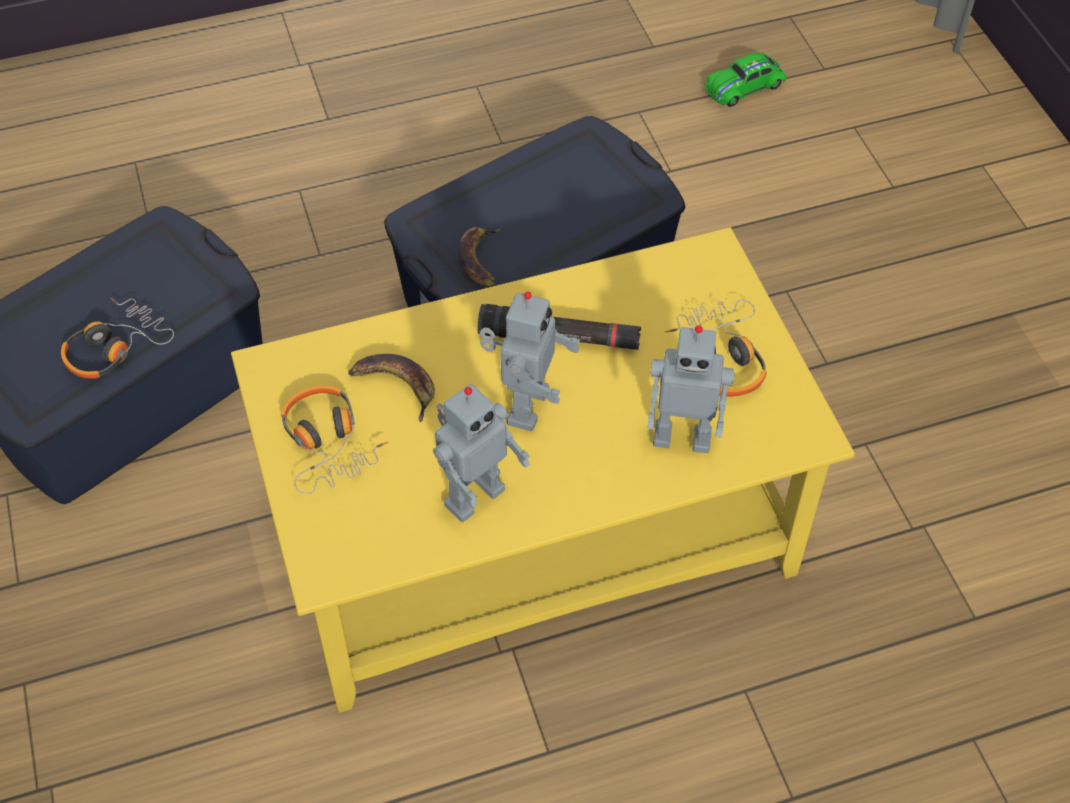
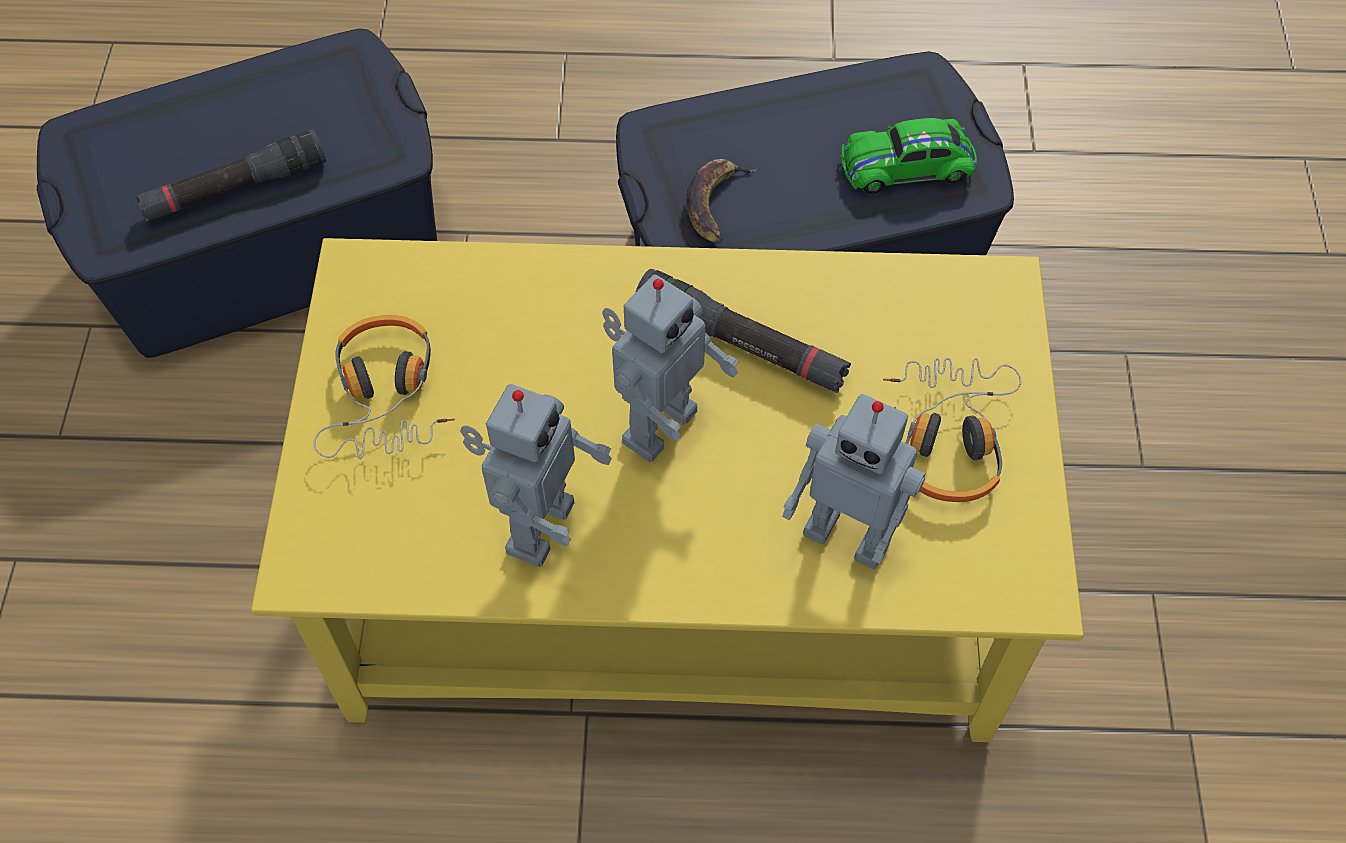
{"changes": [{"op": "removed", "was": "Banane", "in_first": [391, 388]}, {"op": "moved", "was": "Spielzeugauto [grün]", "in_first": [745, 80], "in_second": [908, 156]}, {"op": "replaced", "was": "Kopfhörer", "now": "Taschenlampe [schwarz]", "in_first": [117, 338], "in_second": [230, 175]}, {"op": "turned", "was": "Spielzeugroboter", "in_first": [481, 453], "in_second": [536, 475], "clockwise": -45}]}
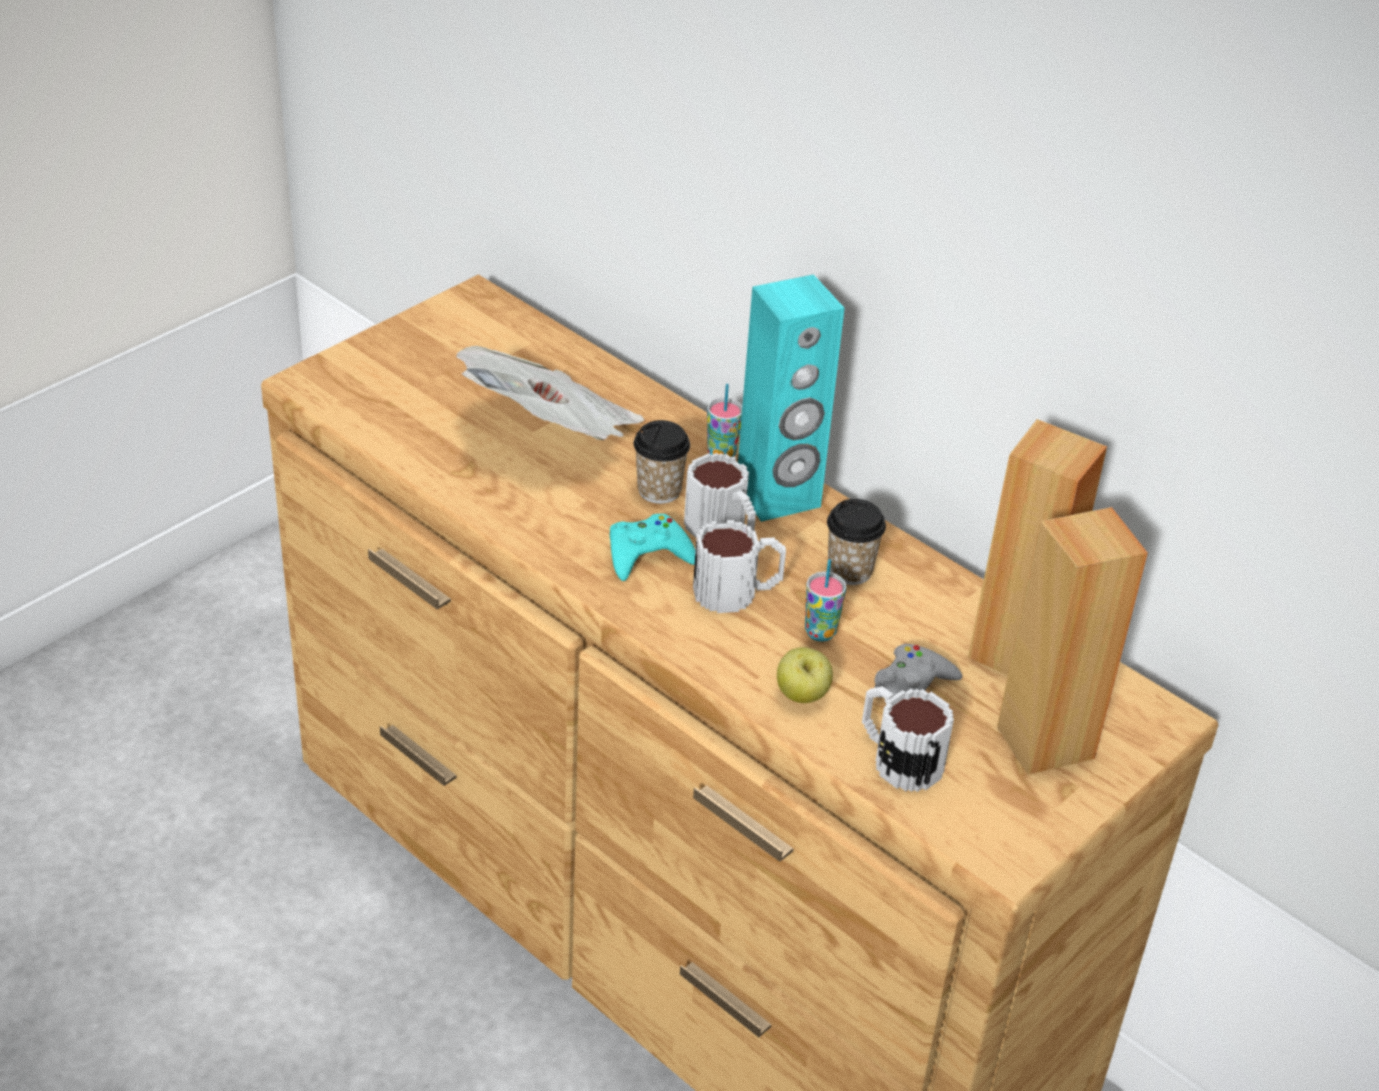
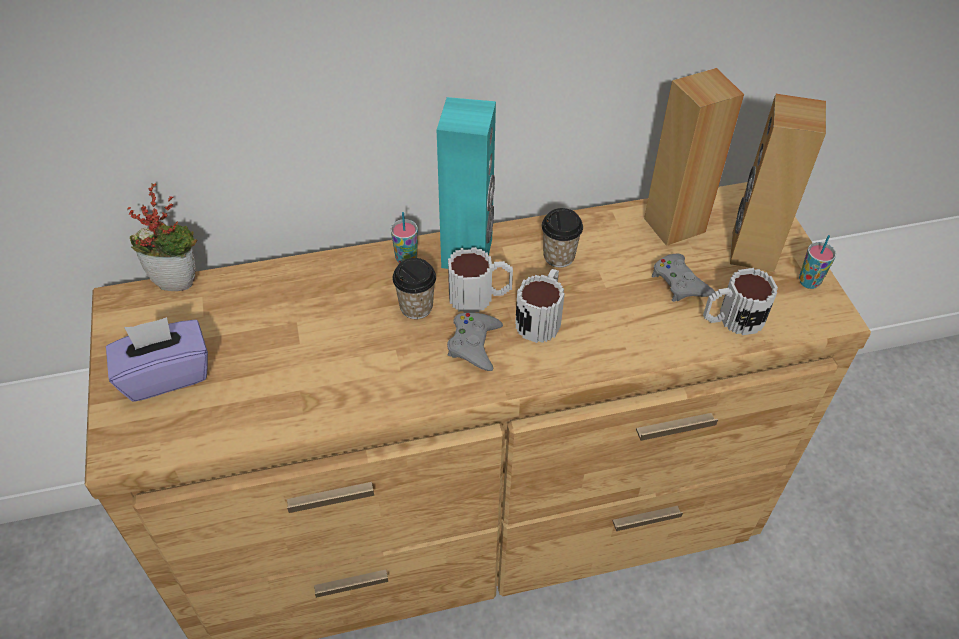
{"changes": [{"op": "removed", "was": "Zeitung", "in_first": [550, 393]}, {"op": "removed", "was": "Apfel", "in_first": [805, 675]}, {"op": "added", "now": "Taschentuchbox [lila]", "in_second": [157, 359]}, {"op": "added", "now": "Topfpflanze", "in_second": [162, 237]}, {"op": "moved", "was": "Tasse", "in_first": [825, 600], "in_second": [817, 262]}, {"op": "recoloured", "was": "Gamepad [türkis]", "now": "Gamepad [grau]", "in_first": [652, 547], "in_second": [475, 342]}]}
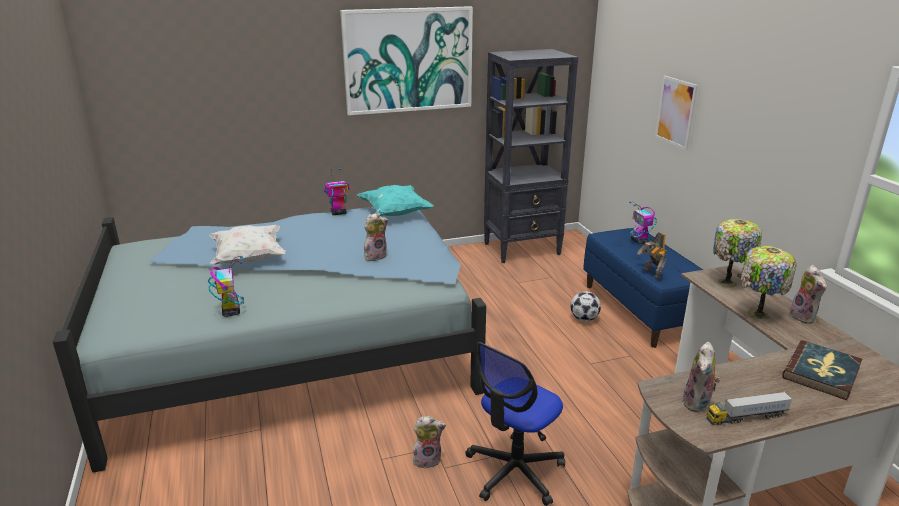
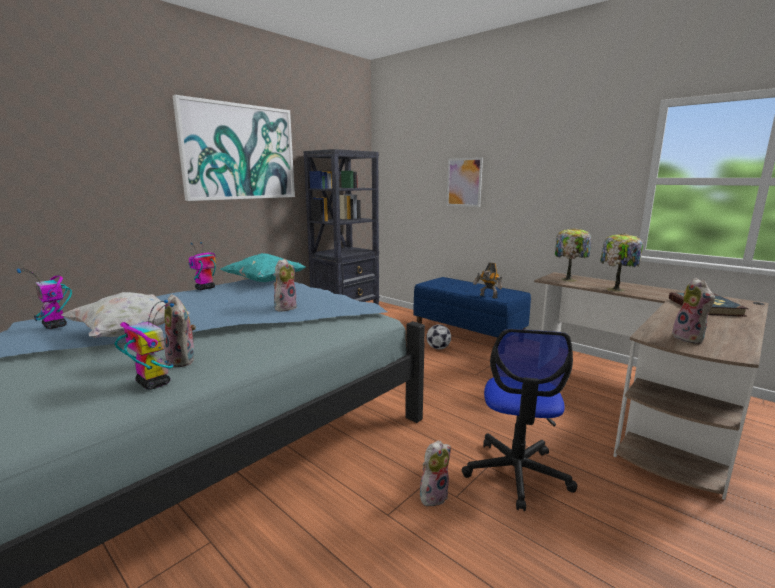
{"changes": [{"op": "removed", "was": "Spielzeuglaster", "in_first": [750, 408]}, {"op": "moved", "was": "Spielzeugroboter", "in_first": [643, 222], "in_second": [44, 298]}, {"op": "moved", "was": "Plüschtier", "in_first": [808, 294], "in_second": [180, 330]}]}
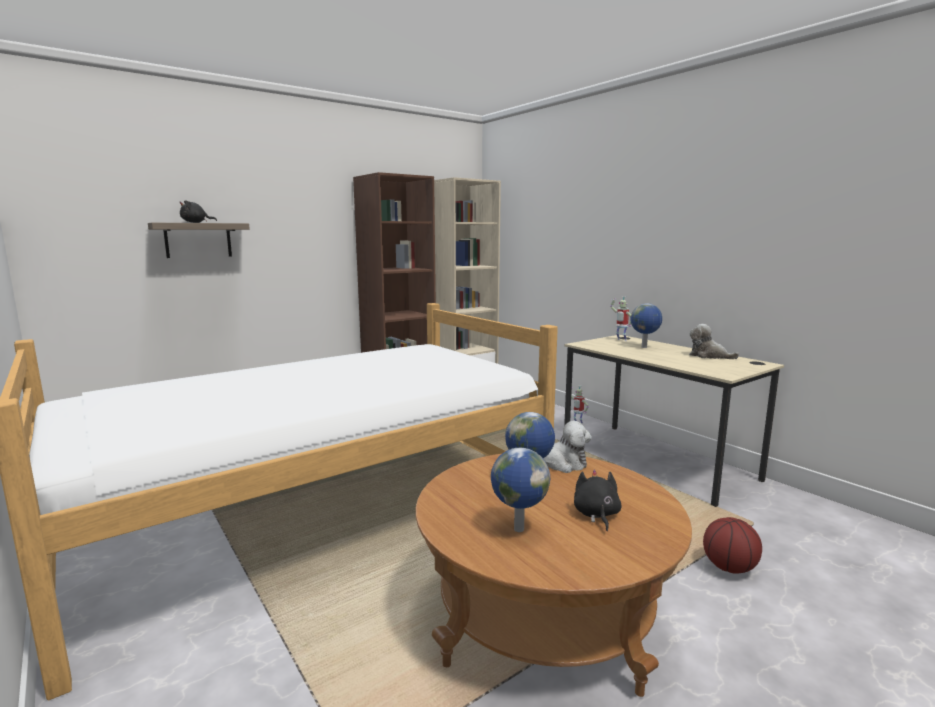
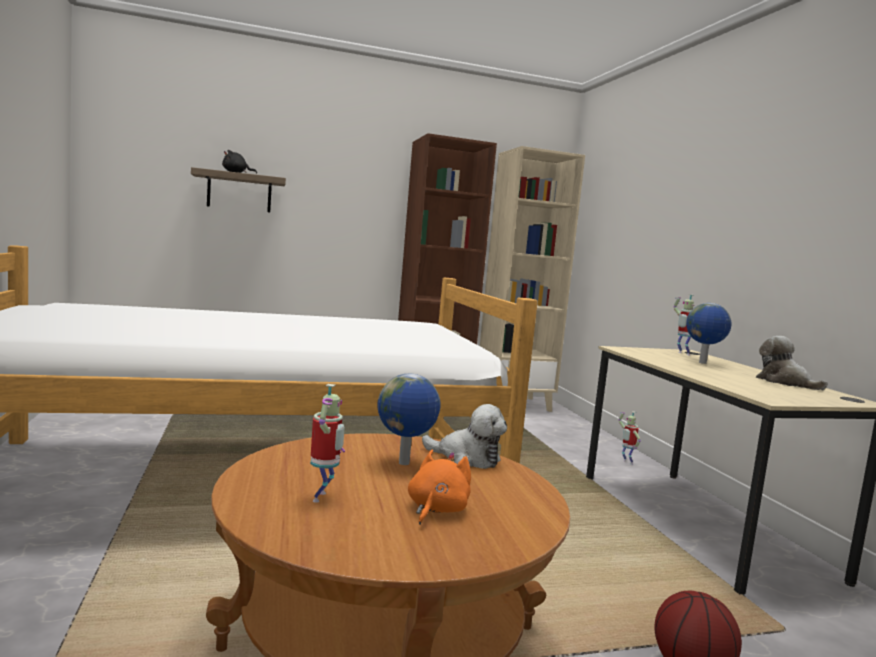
{"changes": [{"op": "replaced", "was": "Globus", "now": "Spielzeugroboter", "in_first": [520, 490], "in_second": [327, 443]}, {"op": "recoloured", "was": "Plüschtier [schwarz]", "now": "Plüschtier [orange]", "in_first": [598, 500], "in_second": [439, 487]}]}
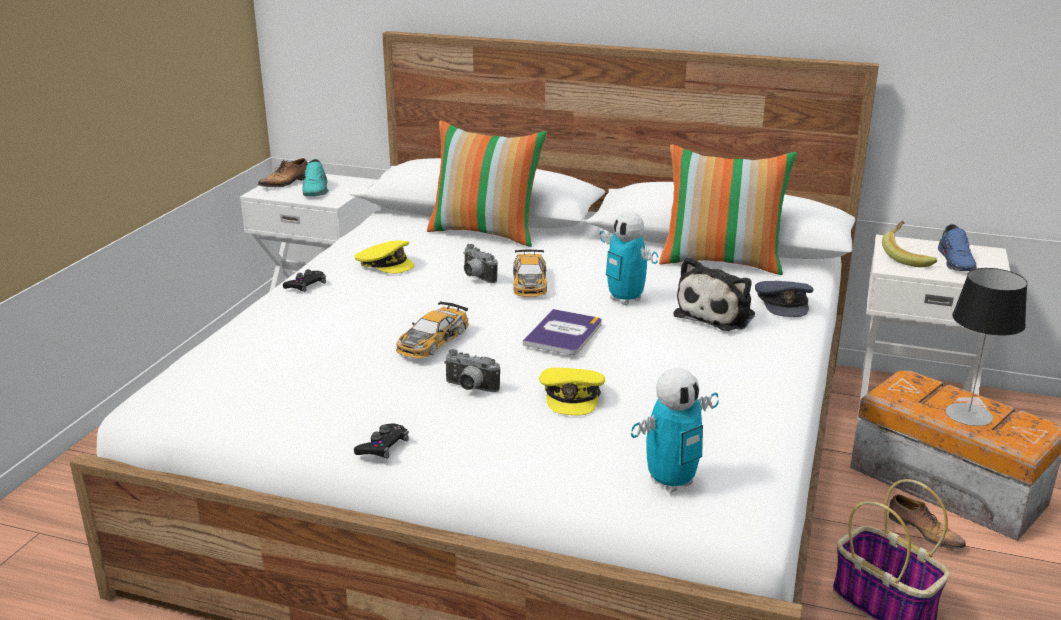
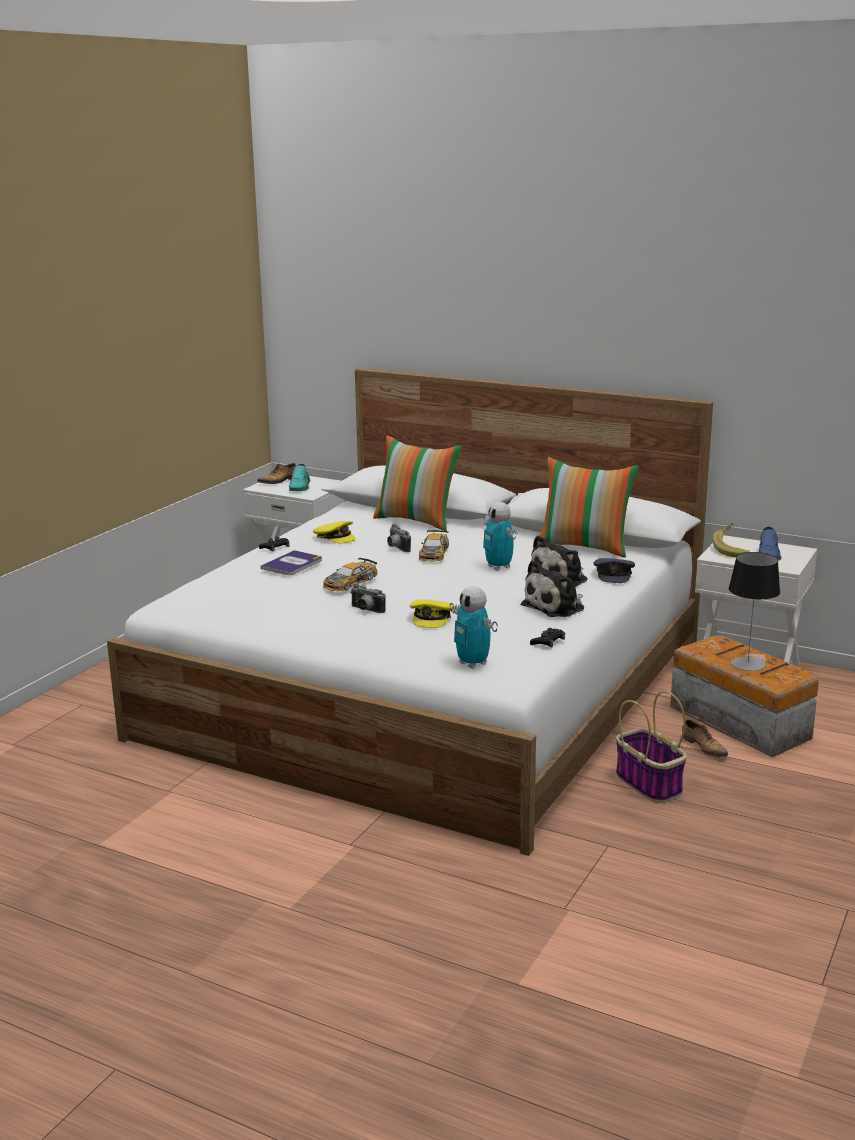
{"changes": [{"op": "added", "now": "Plüschtier", "in_second": [552, 588]}, {"op": "moved", "was": "Gamepad [schwarz]", "in_first": [381, 441], "in_second": [547, 637]}, {"op": "moved", "was": "Buch", "in_first": [562, 332], "in_second": [291, 562]}, {"op": "turned", "was": "Spielzeugroboter", "in_first": [675, 430], "in_second": [474, 627], "clockwise": 75}]}
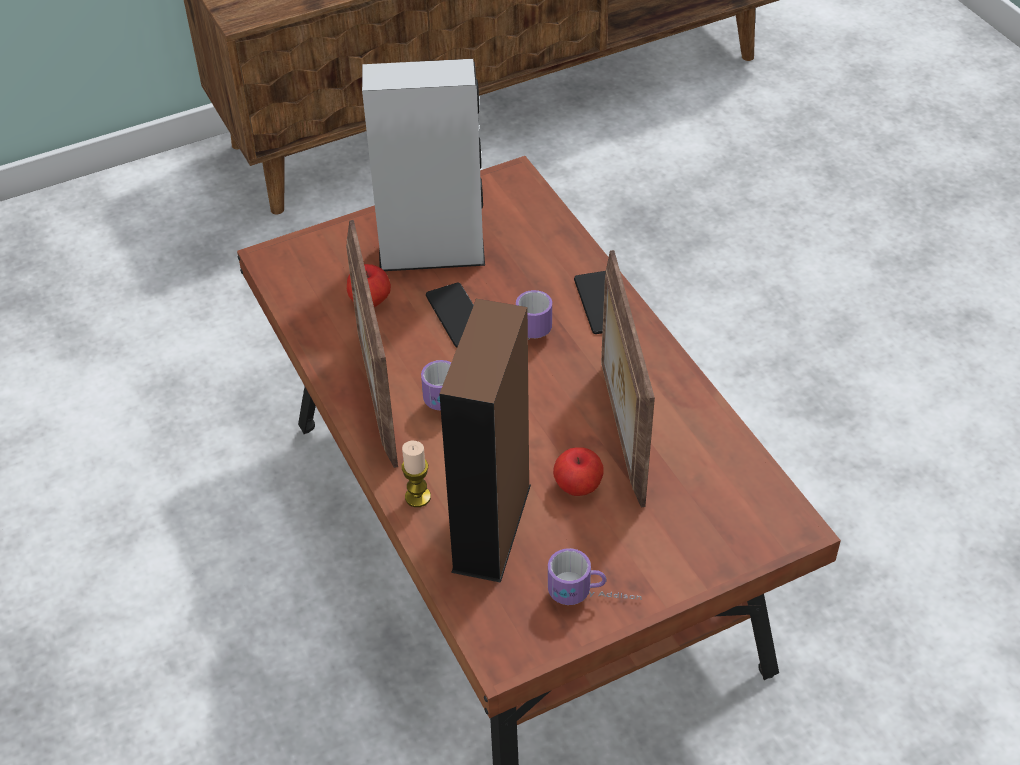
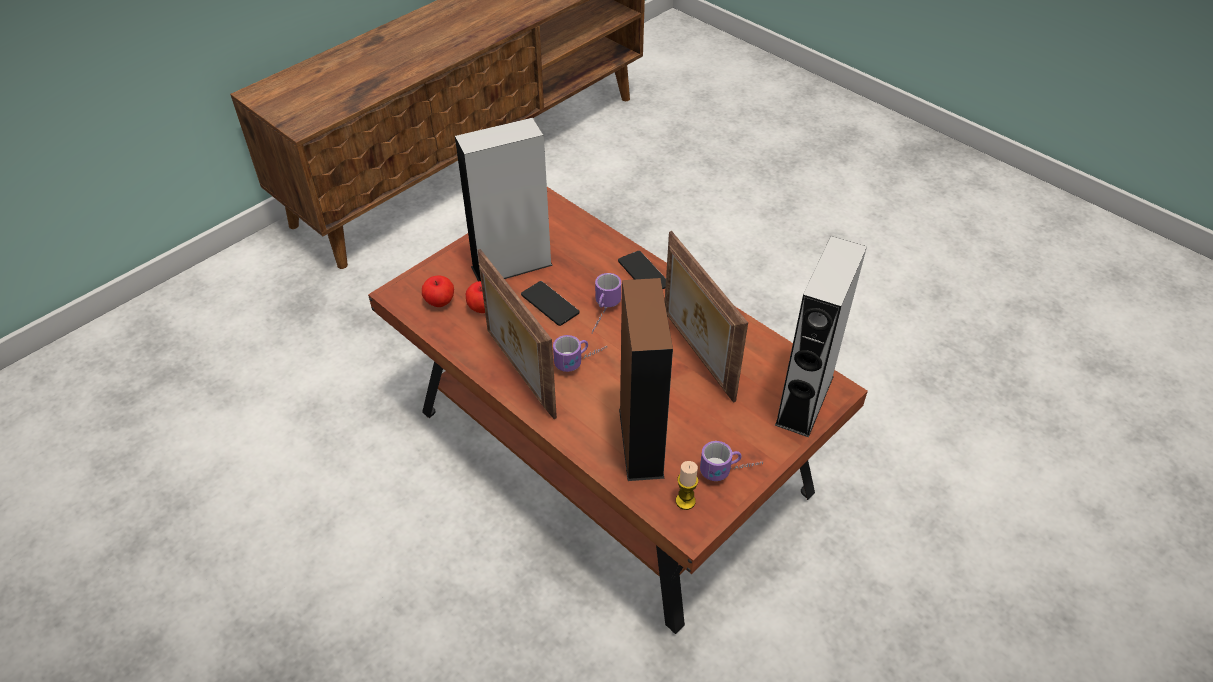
{"changes": [{"op": "added", "now": "Lautsprecher [grau]", "in_second": [821, 336]}, {"op": "moved", "was": "Kerze", "in_first": [416, 474], "in_second": [687, 485]}, {"op": "moved", "was": "Apfel", "in_first": [578, 471], "in_second": [438, 291]}]}
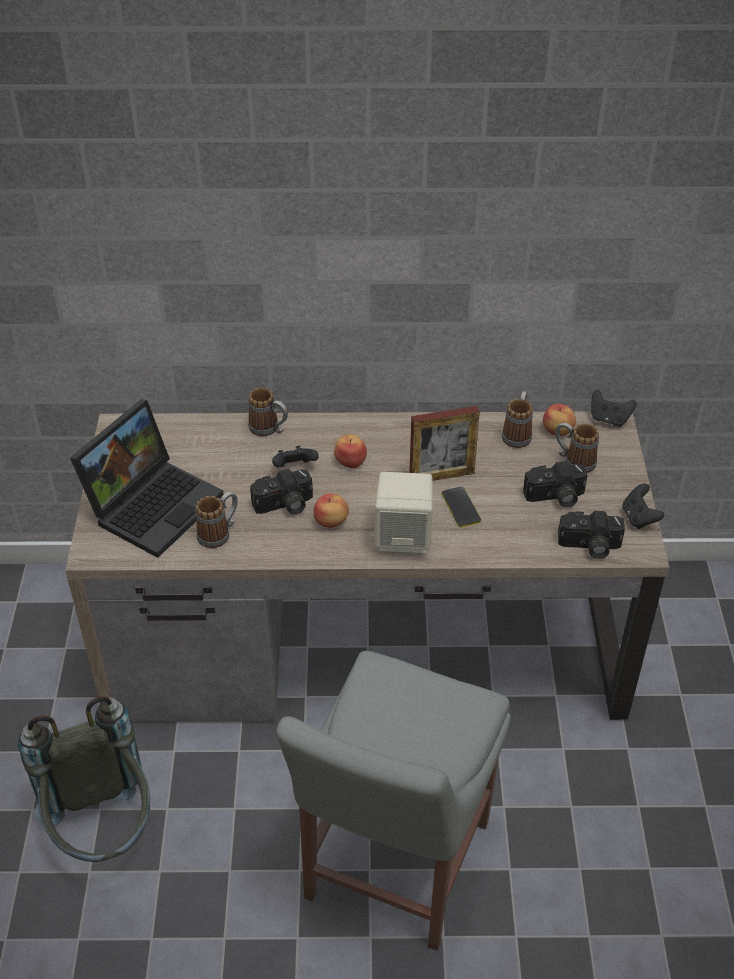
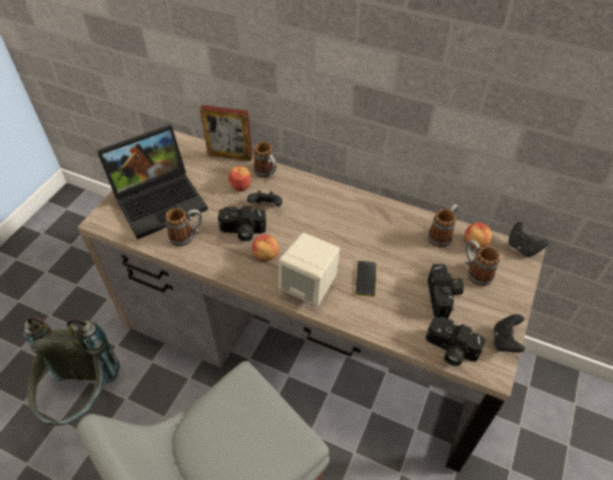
{"changes": [{"op": "moved", "was": "Apfel", "in_first": [350, 451], "in_second": [239, 179]}, {"op": "moved", "was": "Bilderrahmen", "in_first": [444, 443], "in_second": [226, 133]}, {"op": "turned", "was": "Kamera", "in_first": [555, 484], "in_second": [446, 291], "clockwise": -105}]}
